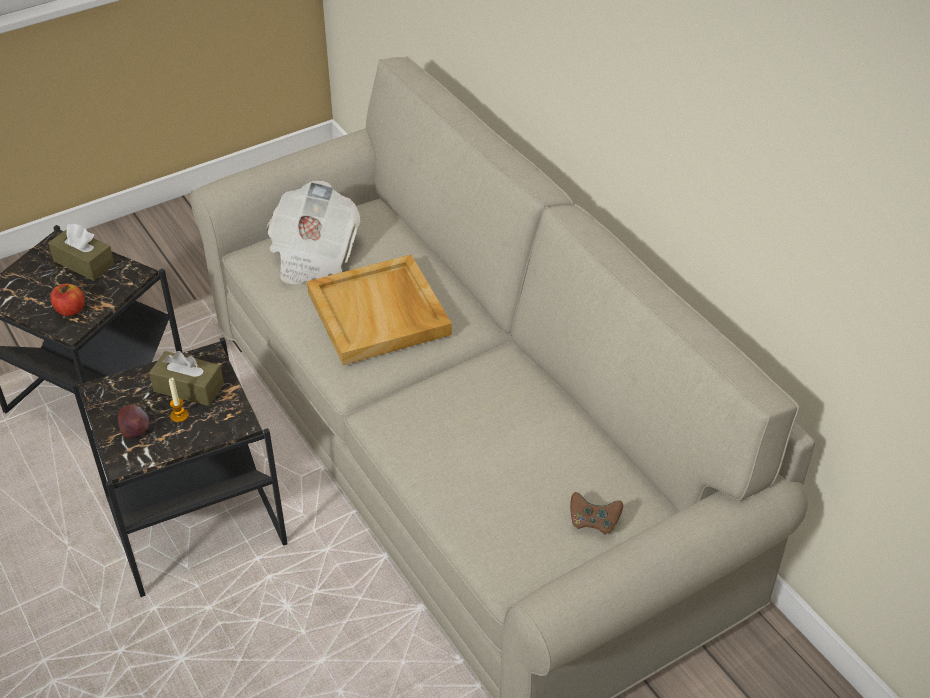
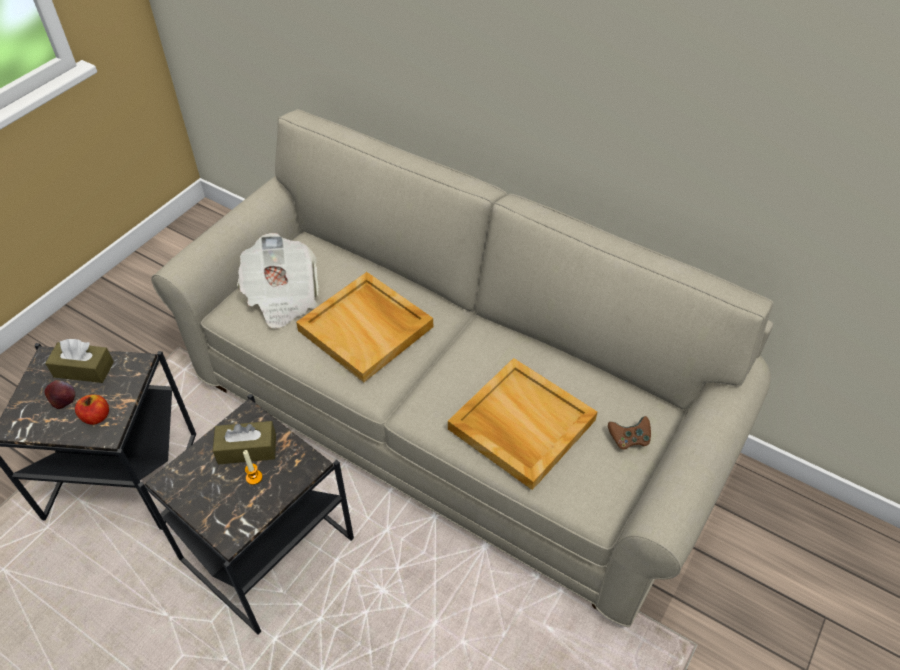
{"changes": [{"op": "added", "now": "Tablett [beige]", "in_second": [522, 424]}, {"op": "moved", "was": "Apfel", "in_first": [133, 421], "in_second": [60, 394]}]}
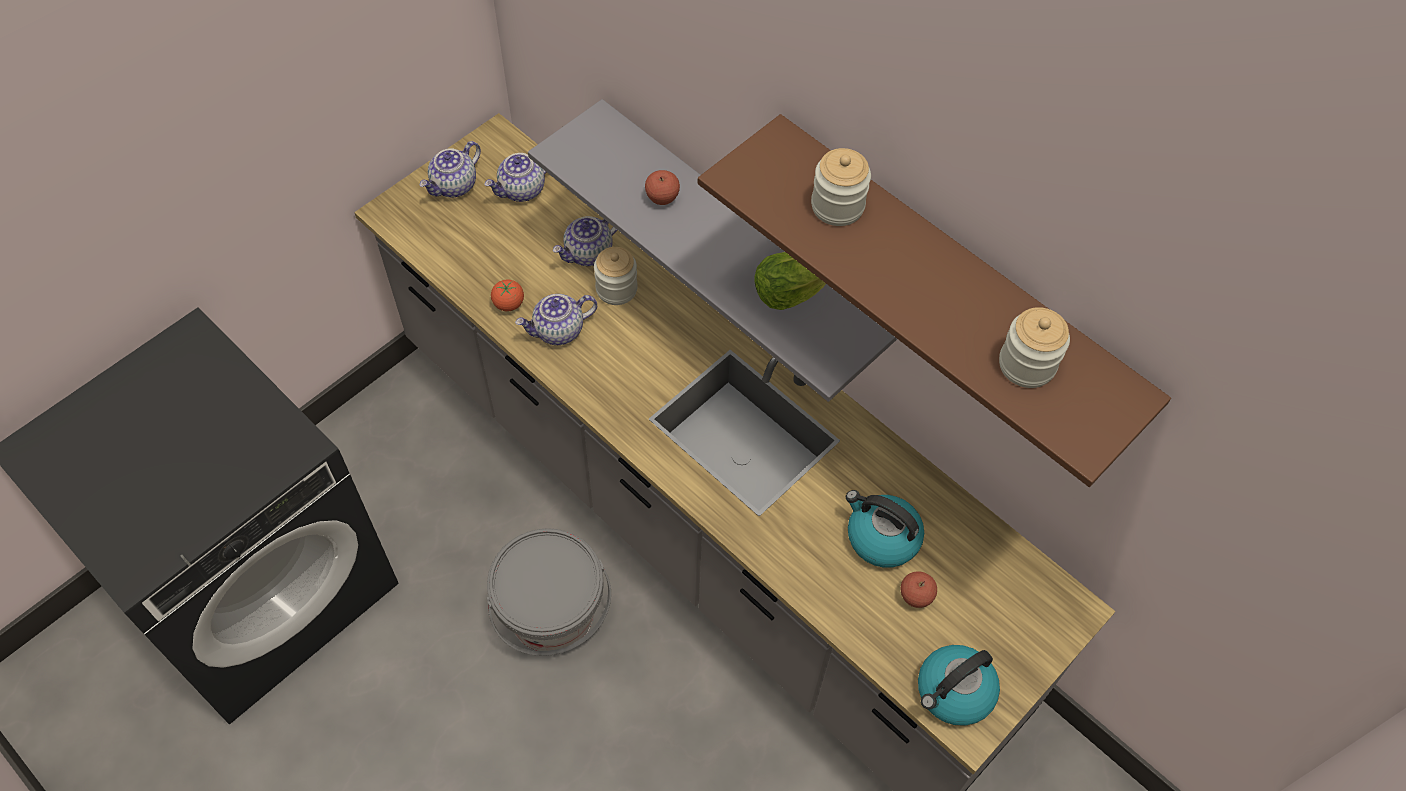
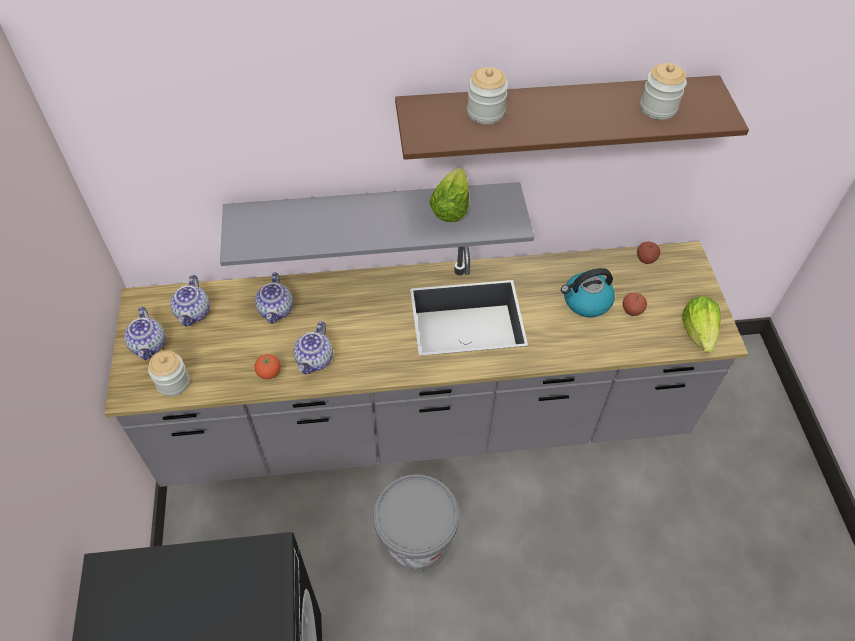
{"changes": [{"op": "moved", "was": "Vorratsglas", "in_first": [616, 276], "in_second": [169, 373]}, {"op": "moved", "was": "Apfel", "in_first": [662, 187], "in_second": [648, 253]}, {"op": "replaced", "was": "Wasserkessel", "now": "Salatkopf", "in_first": [959, 685], "in_second": [701, 324]}]}
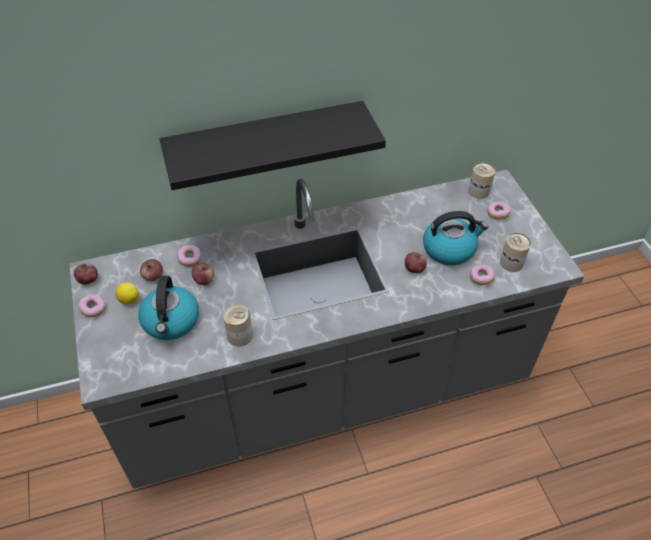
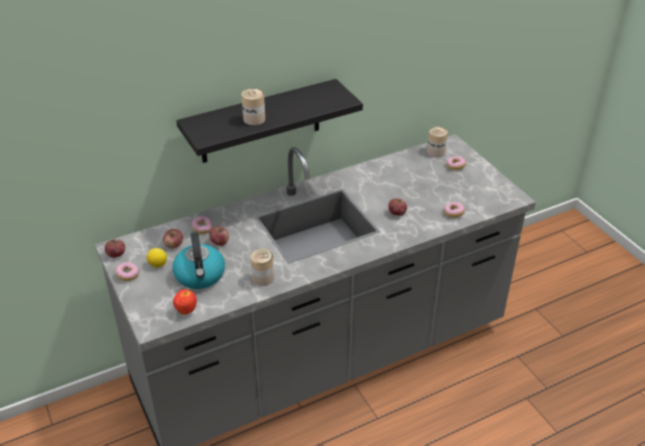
{"changes": [{"op": "removed", "was": "Wasserkessel", "in_first": [455, 238]}, {"op": "added", "now": "Apfel", "in_second": [185, 302]}, {"op": "moved", "was": "Dose", "in_first": [515, 252], "in_second": [253, 106]}]}
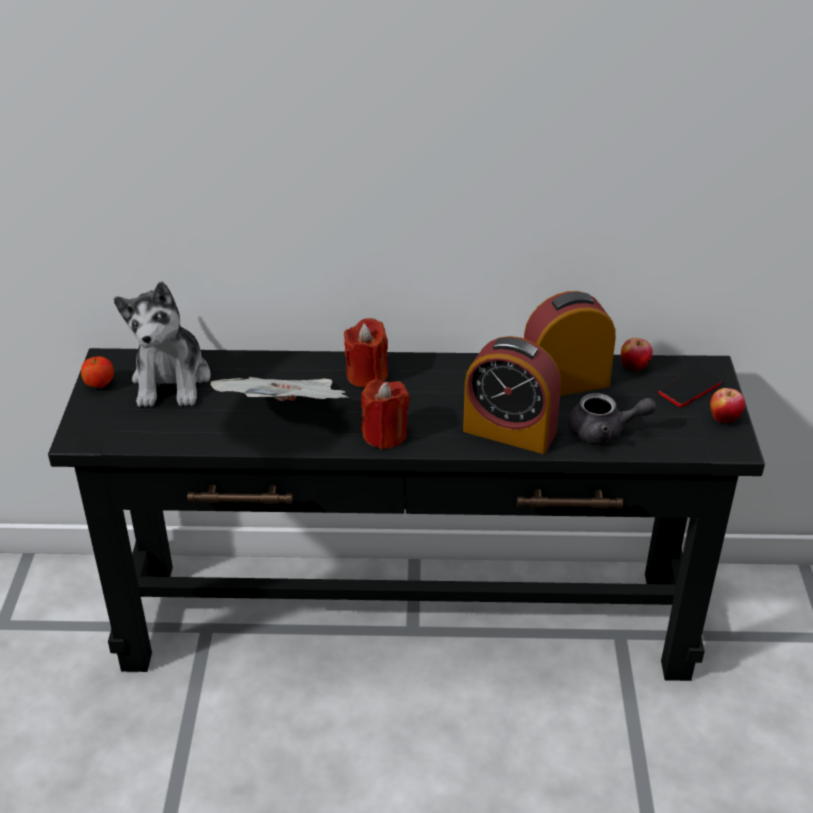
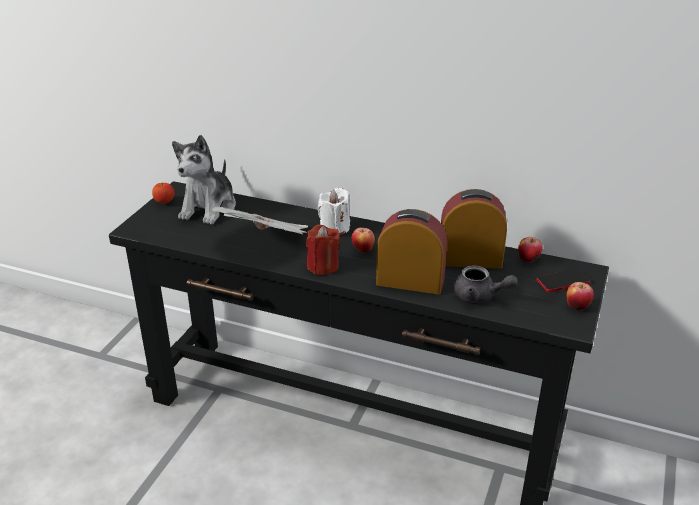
{"changes": [{"op": "added", "now": "Apfel", "in_second": [363, 240]}, {"op": "recoloured", "was": "Kerze [rot]", "now": "Kerze [weiß]", "in_first": [366, 353], "in_second": [334, 212]}, {"op": "turned", "was": "Wecker", "in_first": [512, 395], "in_second": [411, 251], "clockwise": 150}]}
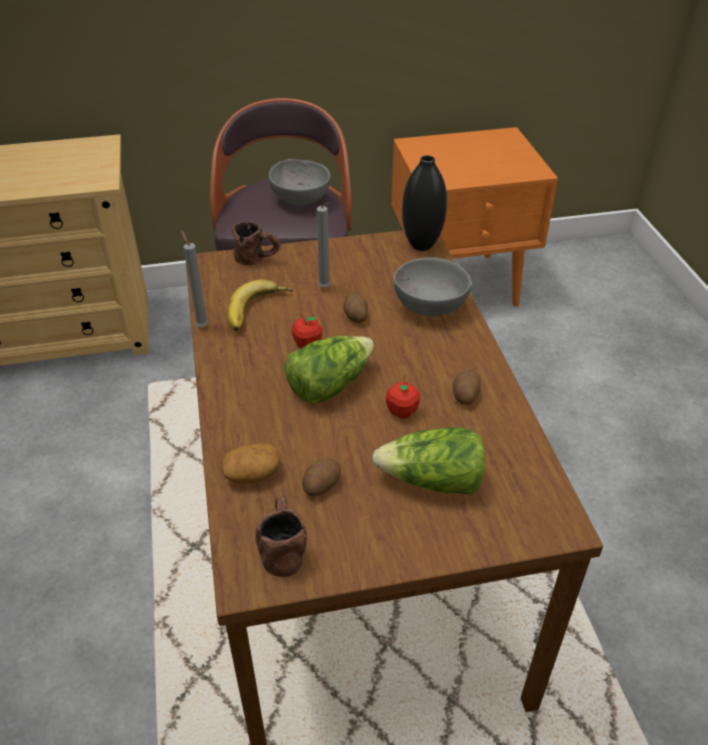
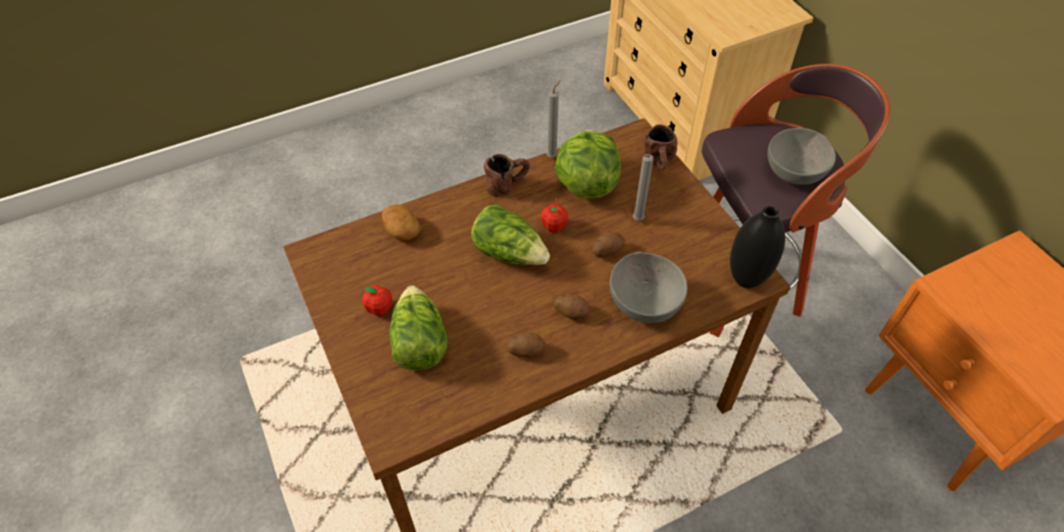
{"changes": [{"op": "moved", "was": "Henkelbecher [braun]", "in_first": [281, 536], "in_second": [507, 175]}, {"op": "moved", "was": "Kartoffel", "in_first": [321, 477], "in_second": [572, 307]}, {"op": "moved", "was": "Apfel", "in_first": [403, 396], "in_second": [377, 300]}, {"op": "replaced", "was": "Banane", "now": "Salatkopf", "in_first": [260, 305], "in_second": [587, 164]}]}
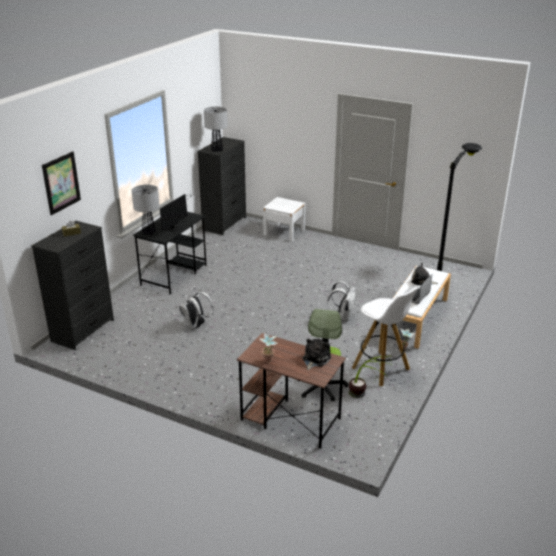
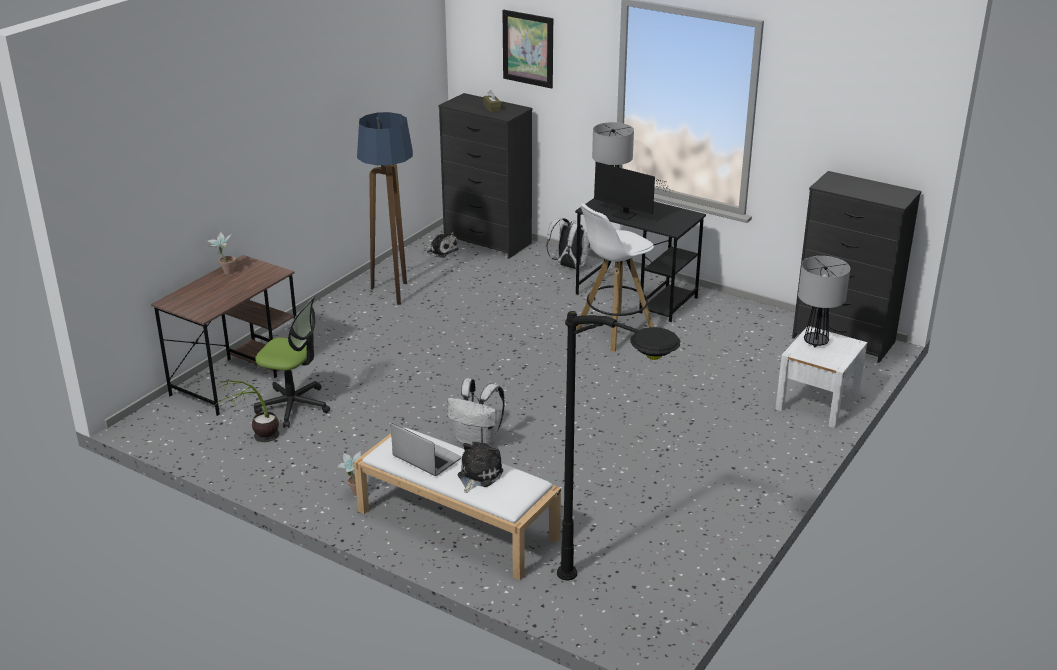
{"changes": [{"op": "added", "now": "Stehlampe", "in_second": [385, 208]}, {"op": "moved", "was": "Rucksack [weiß]", "in_first": [196, 311], "in_second": [568, 244]}, {"op": "moved", "was": "Tischlampe", "in_first": [215, 129], "in_second": [824, 301]}, {"op": "moved", "was": "Plüschtier", "in_first": [316, 354], "in_second": [441, 244]}, {"op": "moved", "was": "Hocker [weiß]", "in_first": [385, 336], "in_second": [615, 278]}]}
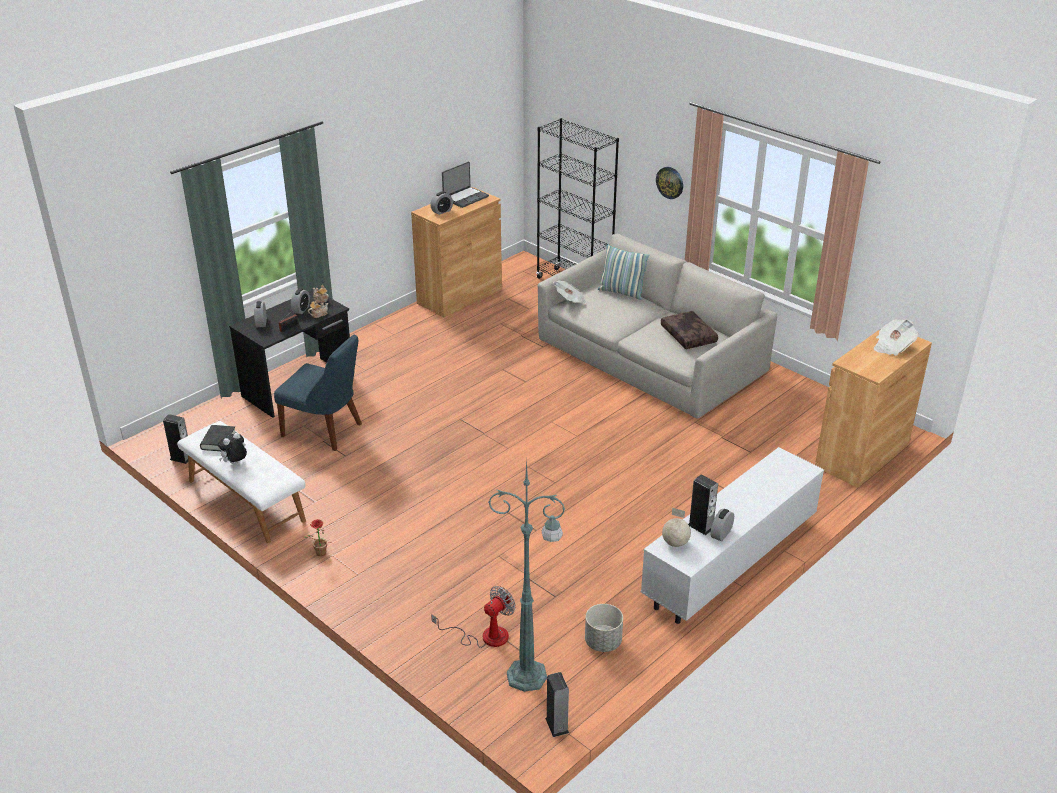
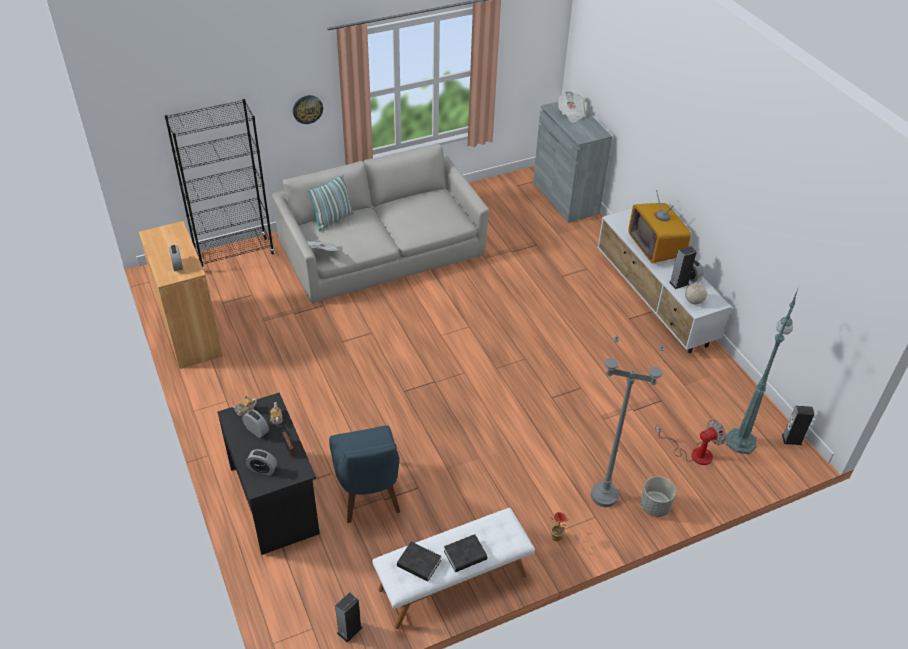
{"changes": [{"op": "removed", "was": "Laptop", "in_first": [465, 184]}, {"op": "removed", "was": "Kissen [braun]", "in_first": [689, 330]}, {"op": "added", "now": "Stehlampe [grau]", "in_second": [628, 421]}, {"op": "added", "now": "Fernseher", "in_second": [659, 226]}, {"op": "moved", "was": "Pflanzkübel [grau]", "in_first": [604, 628], "in_second": [658, 496]}, {"op": "replaced", "was": "Plüschtier", "now": "Buch [schwarz]", "in_first": [232, 448], "in_second": [465, 553]}, {"op": "recoloured", "was": "Schrank [braun]", "now": "Schrank [grau]", "in_first": [873, 408], "in_second": [572, 162]}, {"op": "turned", "was": "Stuhl [blau]", "in_first": [318, 392], "in_second": [364, 474], "clockwise": 120}, {"op": "turned", "was": "Ventilator", "in_first": [473, 617], "in_second": [690, 442], "clockwise": 90}]}
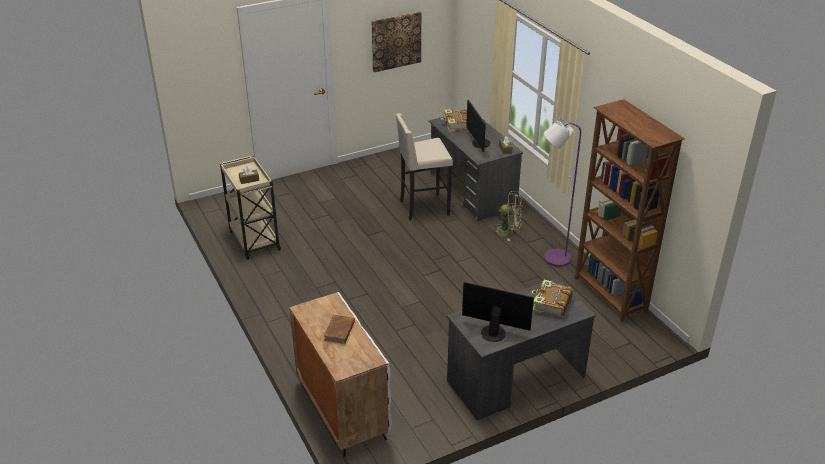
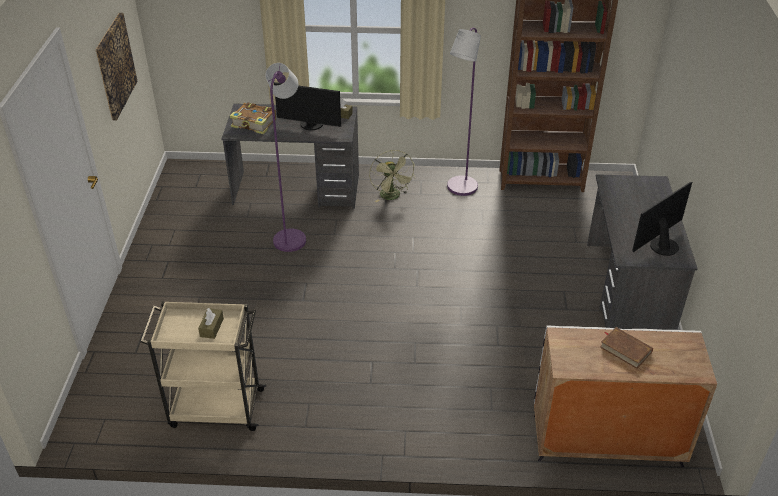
{"changes": [{"op": "removed", "was": "Buch", "in_first": [552, 299]}, {"op": "replaced", "was": "Hocker [beige]", "now": "Stehlampe [lila]", "in_first": [424, 166], "in_second": [285, 157]}, {"op": "turned", "was": "Ventilator [grün]", "in_first": [507, 216], "in_second": [392, 176], "clockwise": 120}]}
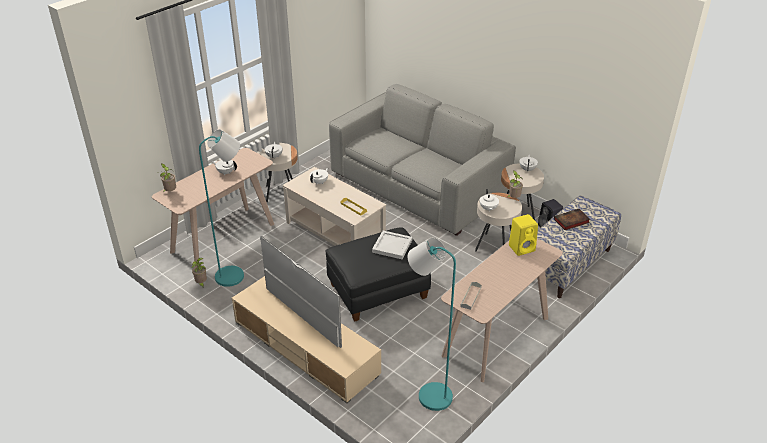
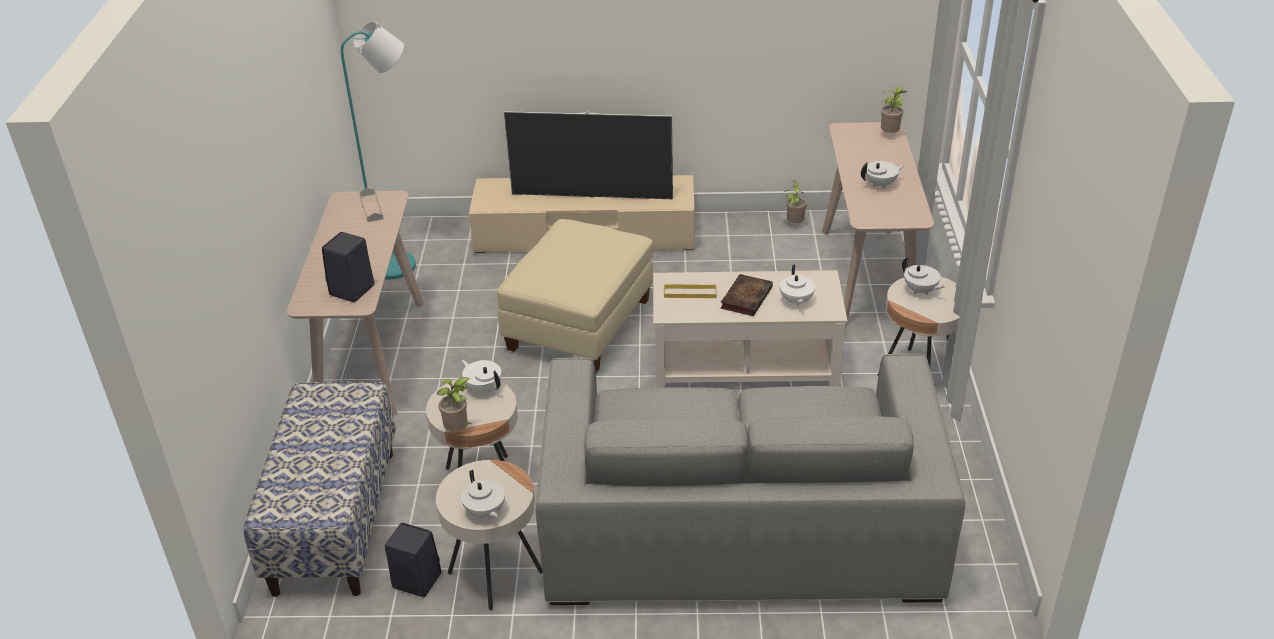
{"changes": [{"op": "removed", "was": "Stehlampe [türkis]", "in_first": [221, 208]}, {"op": "removed", "was": "Tablett [weiß]", "in_first": [392, 245]}, {"op": "moved", "was": "Buch", "in_first": [572, 219], "in_second": [747, 295]}, {"op": "recoloured", "was": "Polsterhocker [schwarz]", "now": "Polsterhocker [beige]", "in_first": [378, 274], "in_second": [575, 296]}, {"op": "recoloured", "was": "Lautsprecher [gelb]", "now": "Lautsprecher [schwarz]", "in_first": [523, 235], "in_second": [348, 267]}]}
